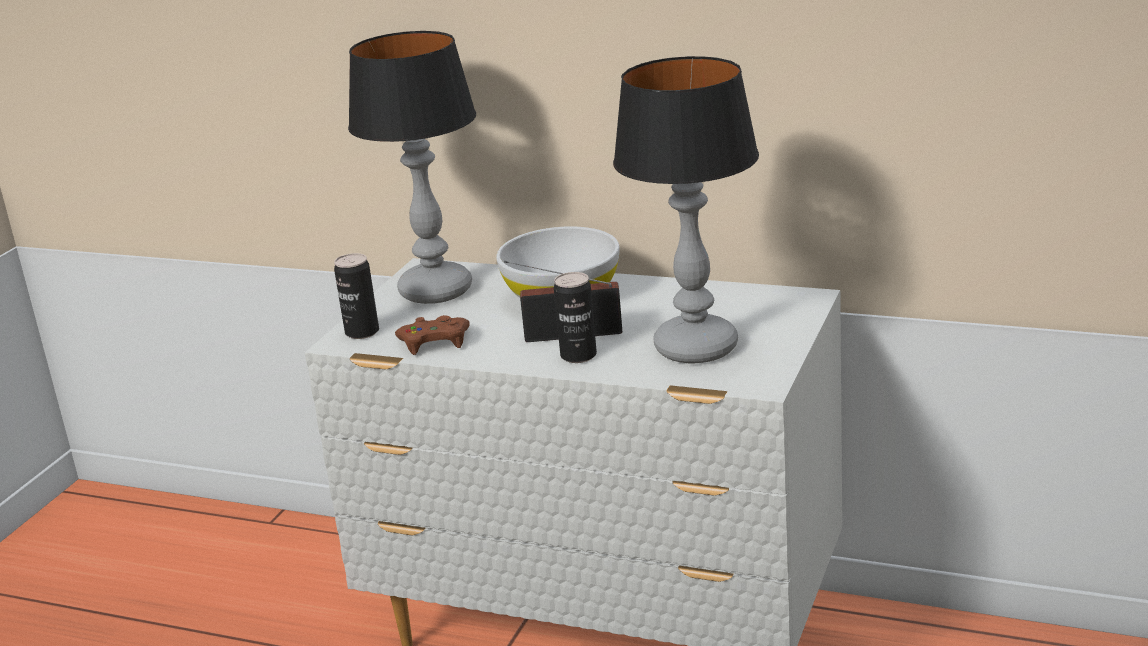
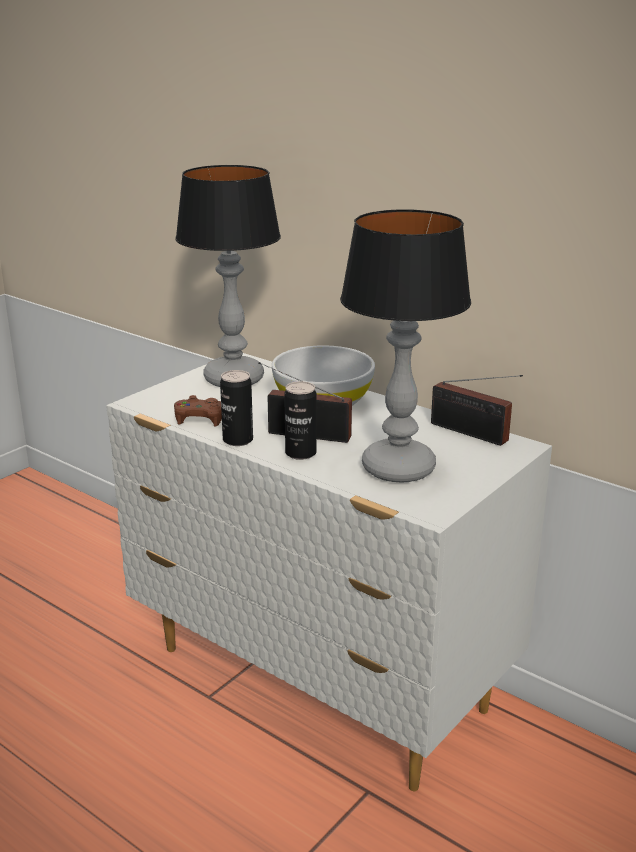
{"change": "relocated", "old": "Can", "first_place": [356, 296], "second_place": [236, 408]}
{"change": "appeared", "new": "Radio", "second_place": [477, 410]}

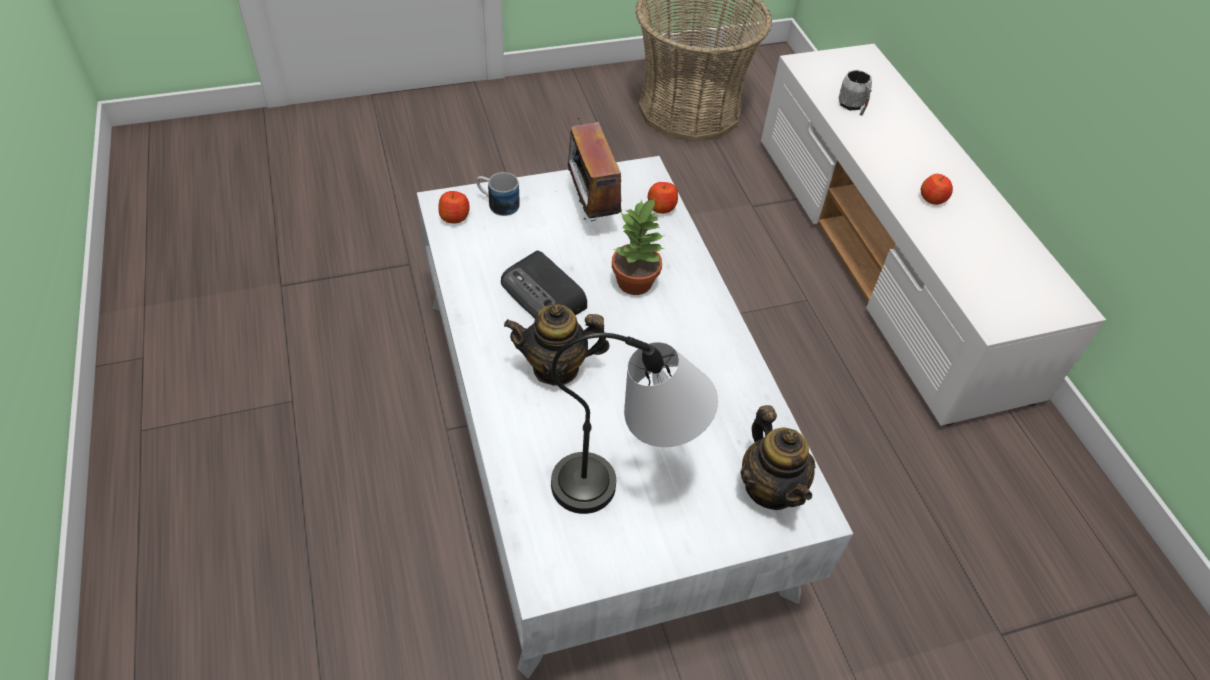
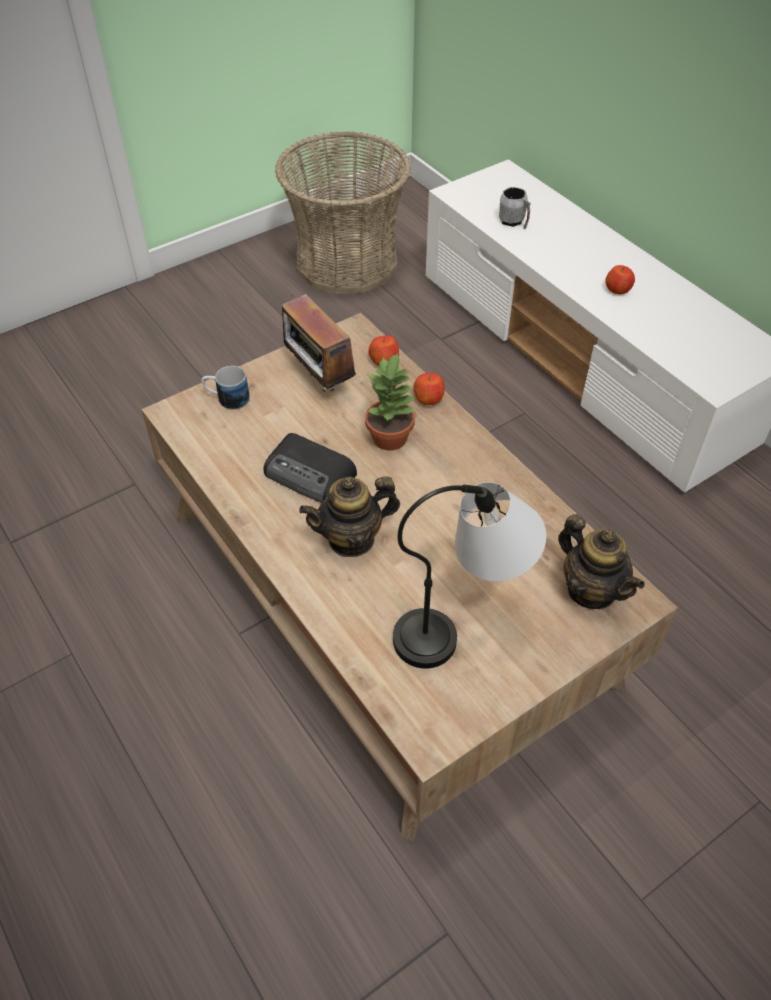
{"change": "colour", "old": "WhiteCoffeeTable", "new": "BrownCoffeeTable", "first_place": [635, 417], "second_place": [409, 577]}
{"change": "relocated", "old": "Apple", "first_place": [453, 207], "second_place": [429, 389]}

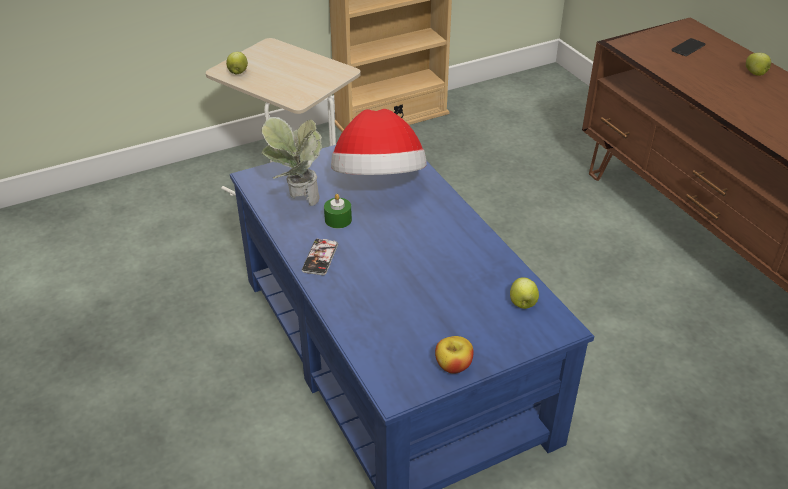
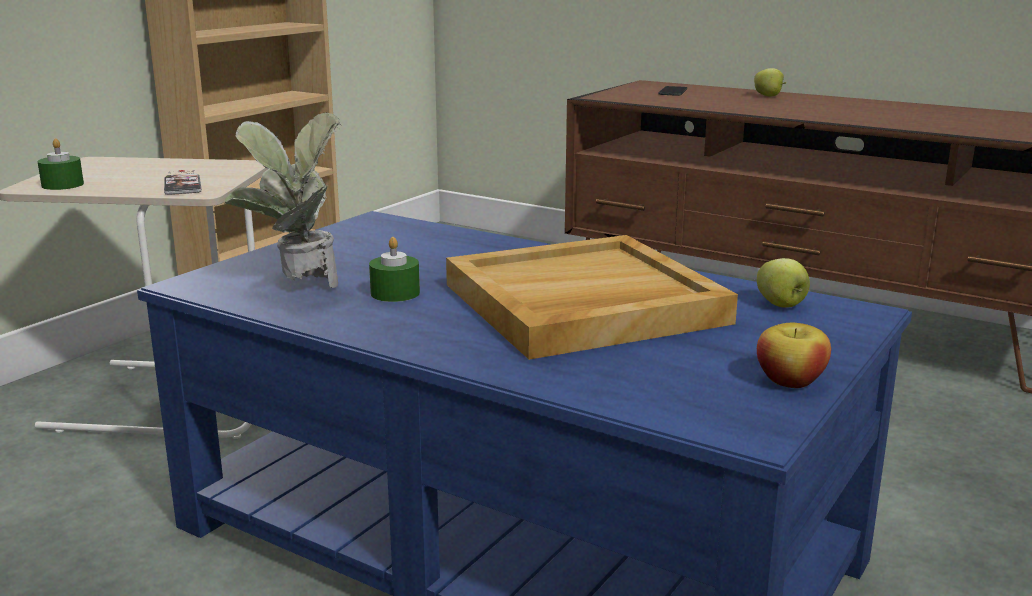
{"change": "exchanged", "old": "Apple", "new": "GreenCandle", "first_place": [237, 63], "second_place": [60, 164]}
{"change": "relocated", "old": "Phone", "first_place": [320, 256], "second_place": [183, 182]}
{"change": "missing", "old": "Hat", "first_place": [378, 142]}
{"change": "appeared", "new": "BeigeTray", "second_place": [592, 297]}

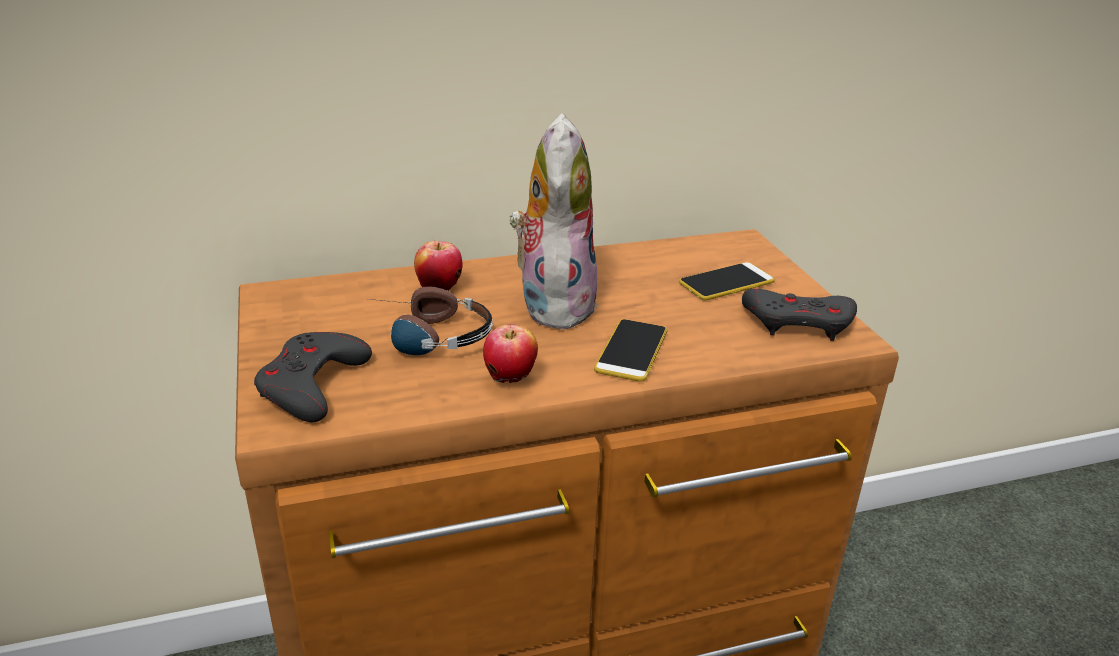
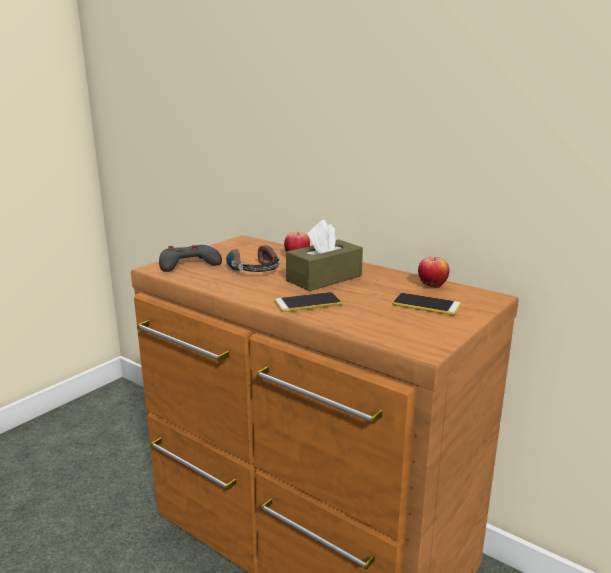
{"change": "relocated", "old": "Apple", "first_place": [510, 353], "second_place": [433, 272]}
{"change": "exchanged", "old": "PlushToy", "new": "BrownTissueBox", "first_place": [553, 221], "second_place": [324, 255]}
{"change": "missing", "old": "GreyGameController", "first_place": [799, 315]}

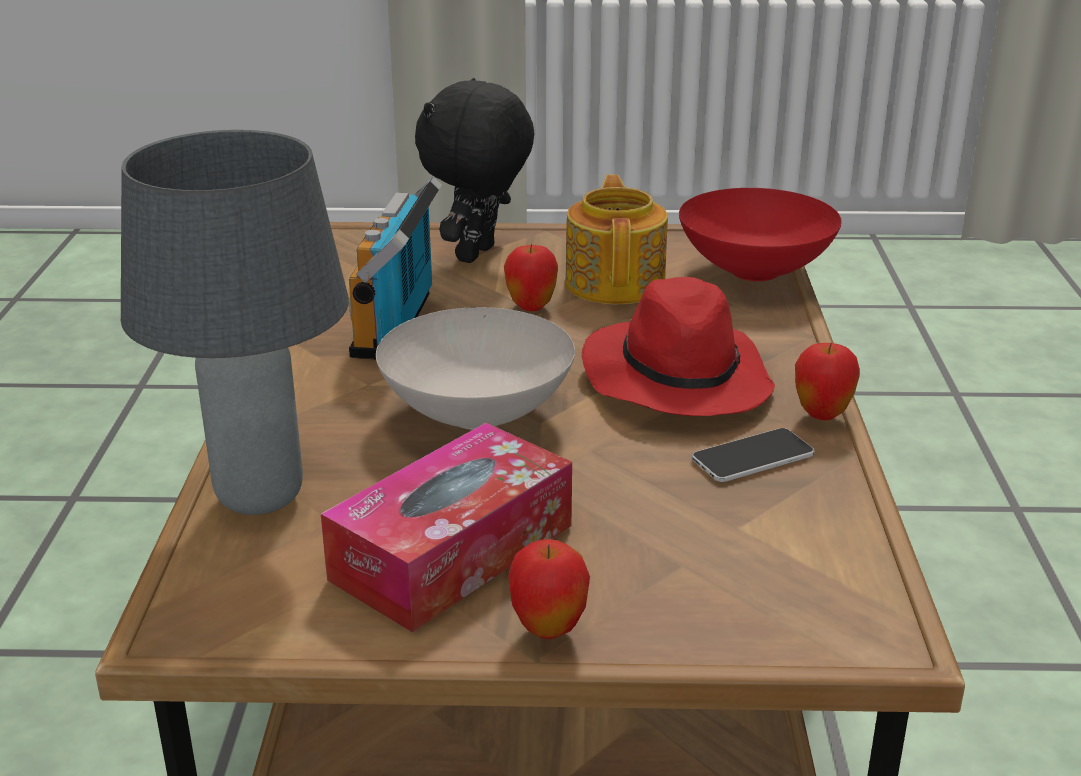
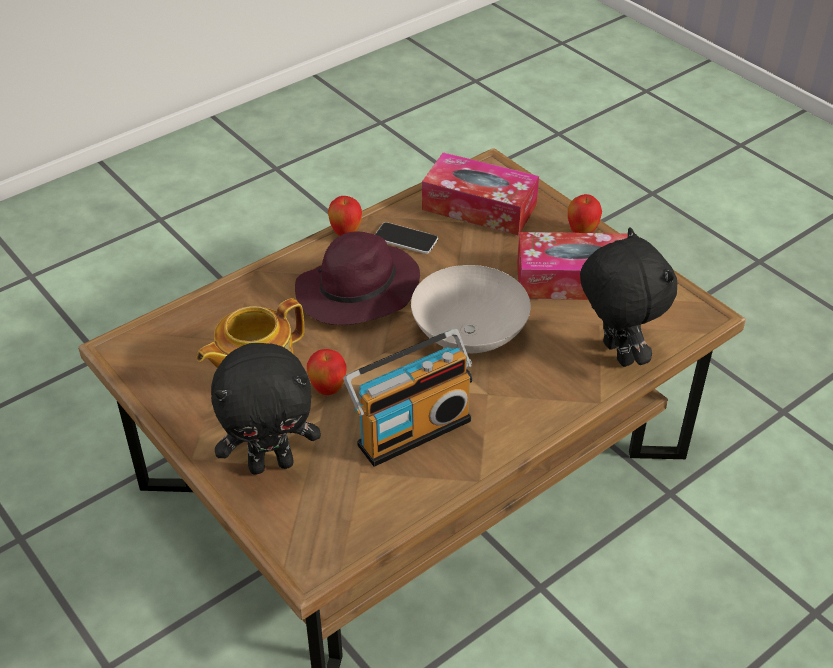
{"change": "exchanged", "old": "GreyTableLamp", "new": "BlackPlushToy", "first_place": [235, 322], "second_place": [628, 297]}
{"change": "colour", "old": "RedHat", "new": "PurpleHat", "first_place": [678, 346], "second_place": [357, 278]}
{"change": "missing", "old": "RedBowl", "first_place": [760, 234]}
{"change": "appeared", "new": "TissueBox", "second_place": [480, 194]}

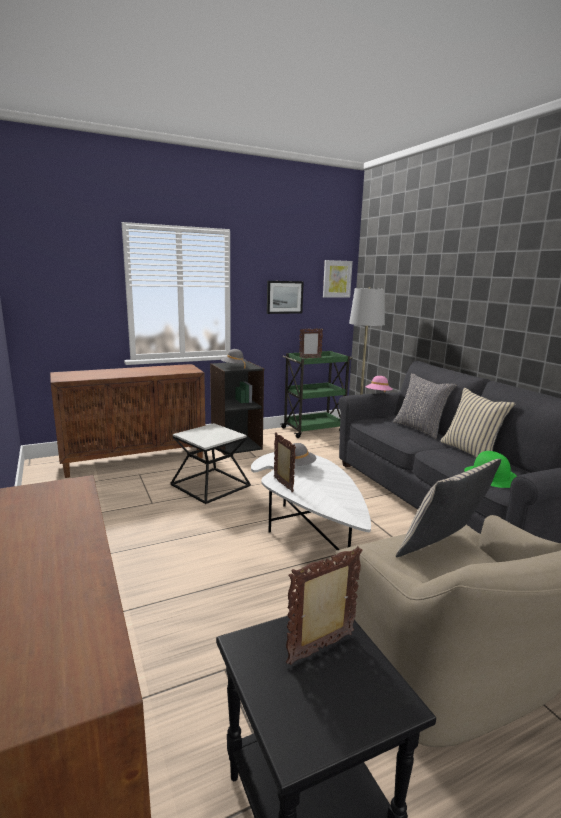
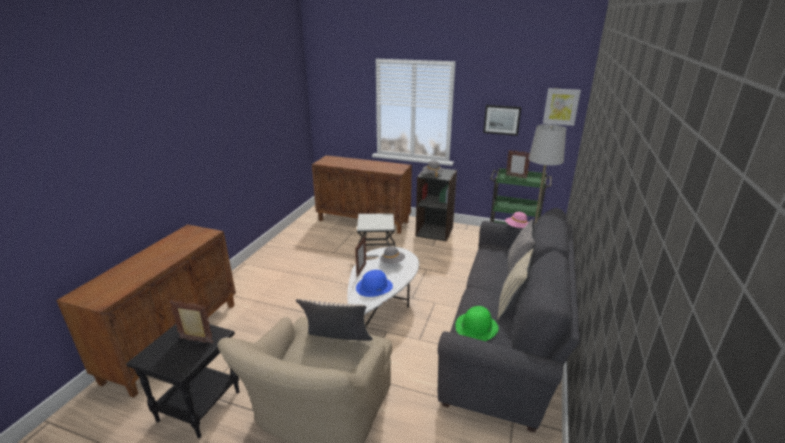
{"change": "appeared", "new": "BlueHat", "second_place": [374, 283]}

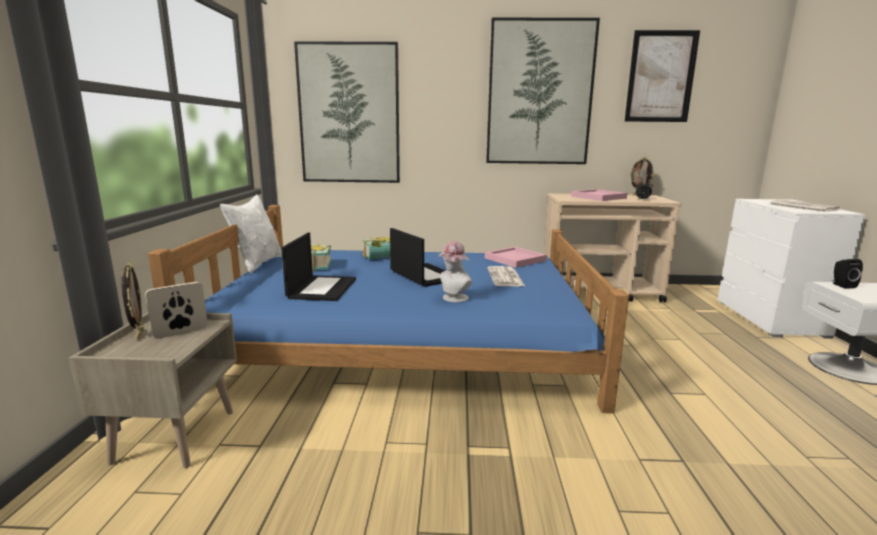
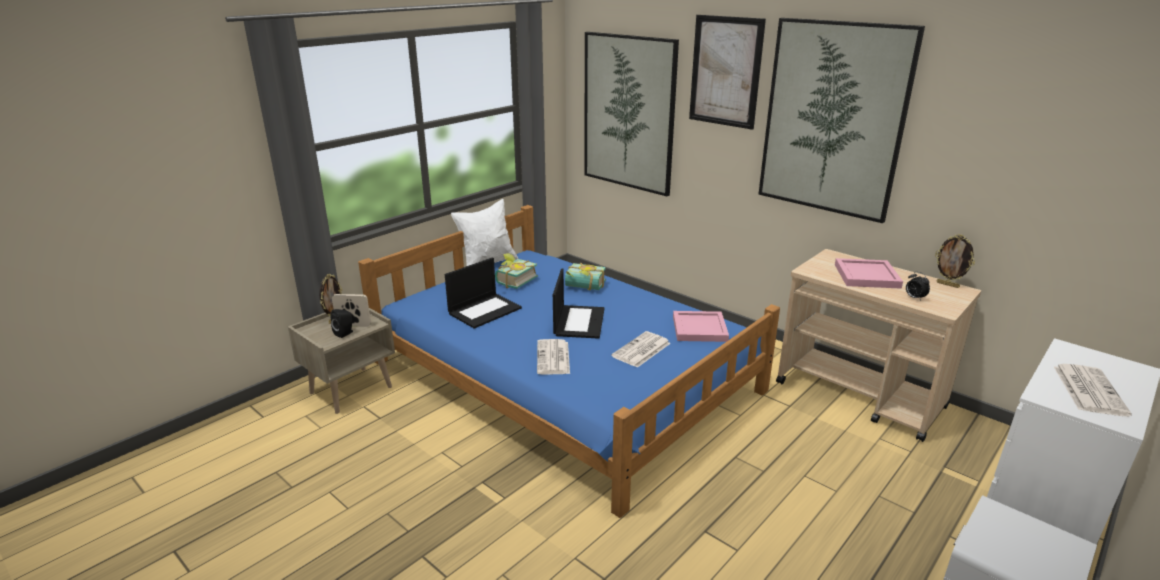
{"change": "exchanged", "old": "Hat", "new": "Newspaper", "first_place": [455, 271], "second_place": [553, 357]}
{"change": "relocated", "old": "Picture", "first_place": [662, 76], "second_place": [727, 72]}
{"change": "relocated", "old": "BlackSpeaker", "first_place": [847, 273], "second_place": [341, 323]}

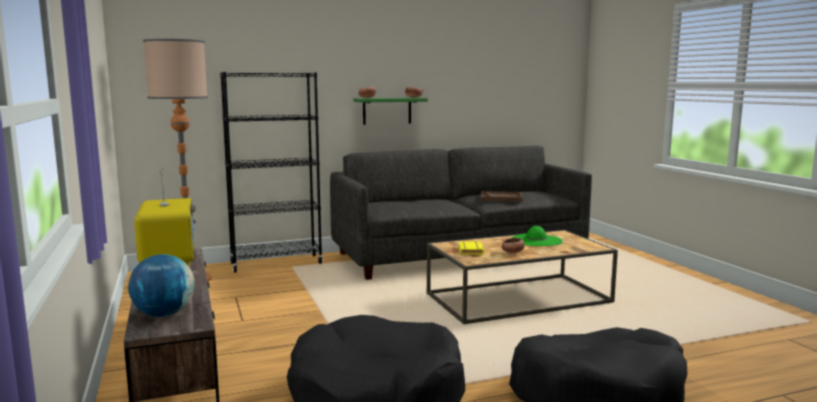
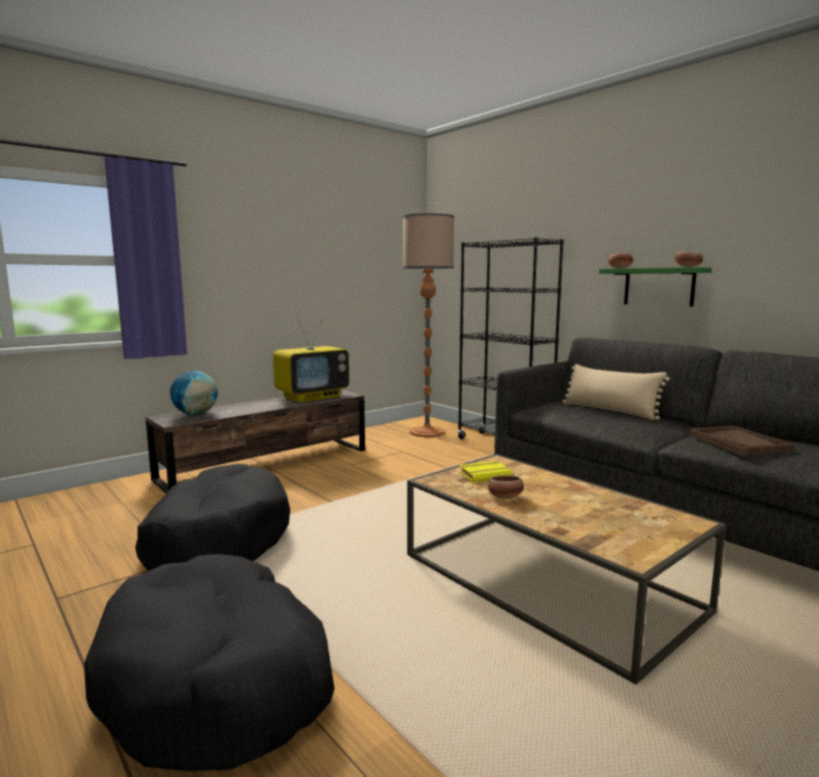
{"change": "missing", "old": "GreenHat", "first_place": [537, 236]}
{"change": "appeared", "new": "BeigePillow", "second_place": [616, 392]}

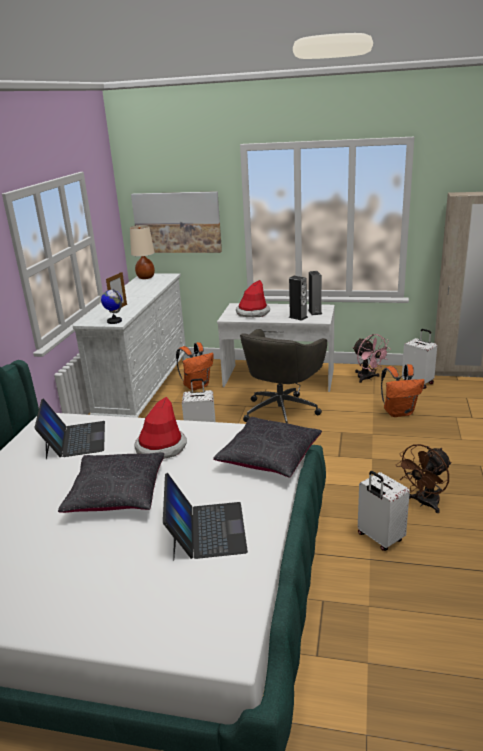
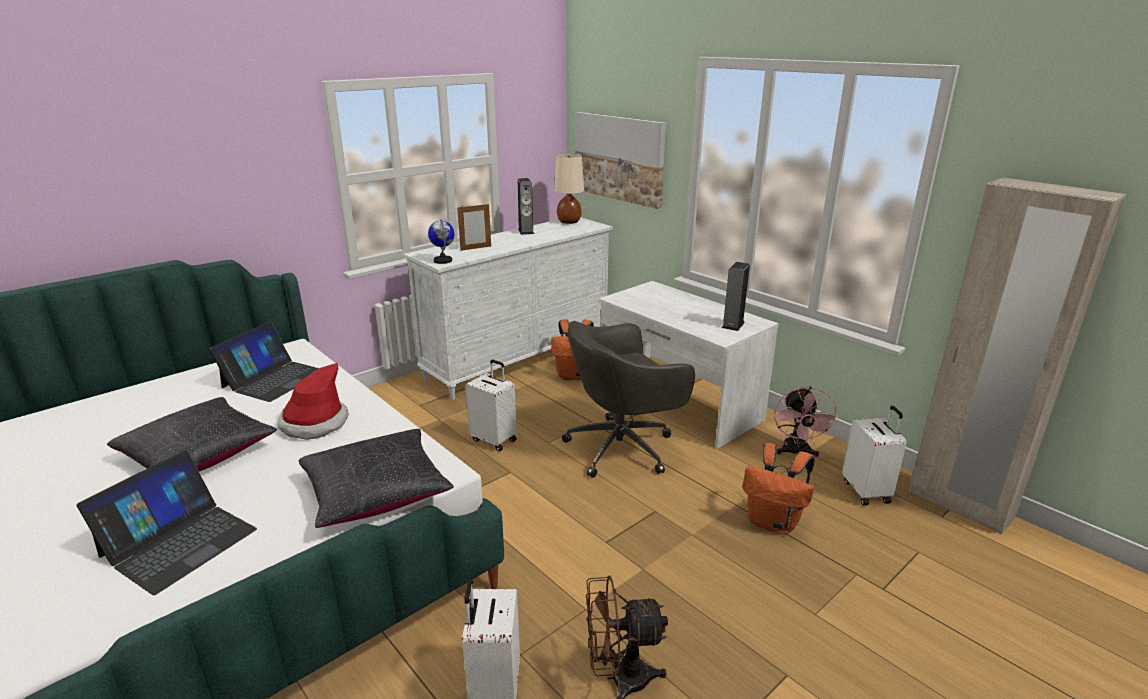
{"change": "missing", "old": "Hat", "first_place": [253, 298]}
{"change": "relocated", "old": "Speaker", "first_place": [298, 298], "second_place": [525, 206]}

